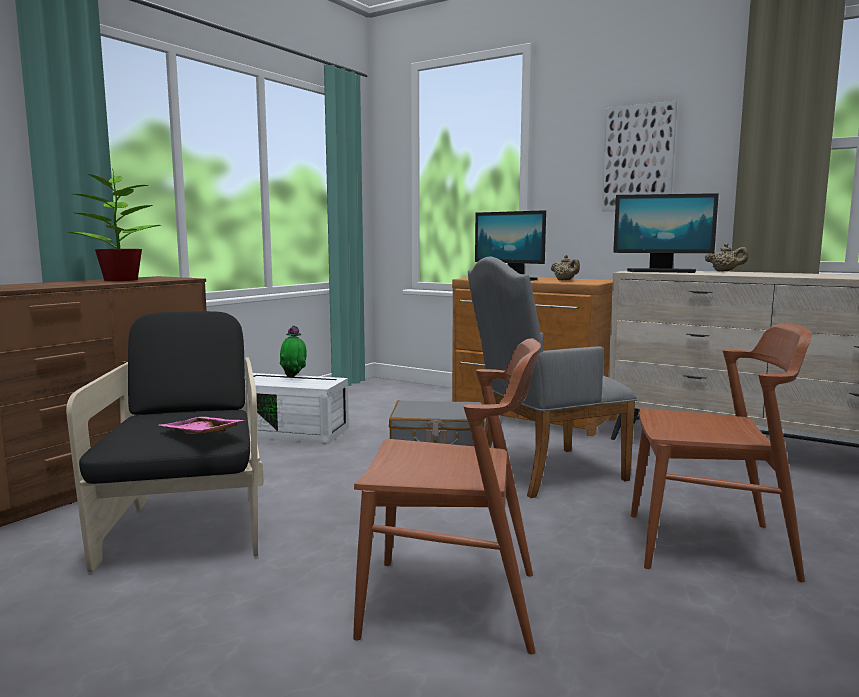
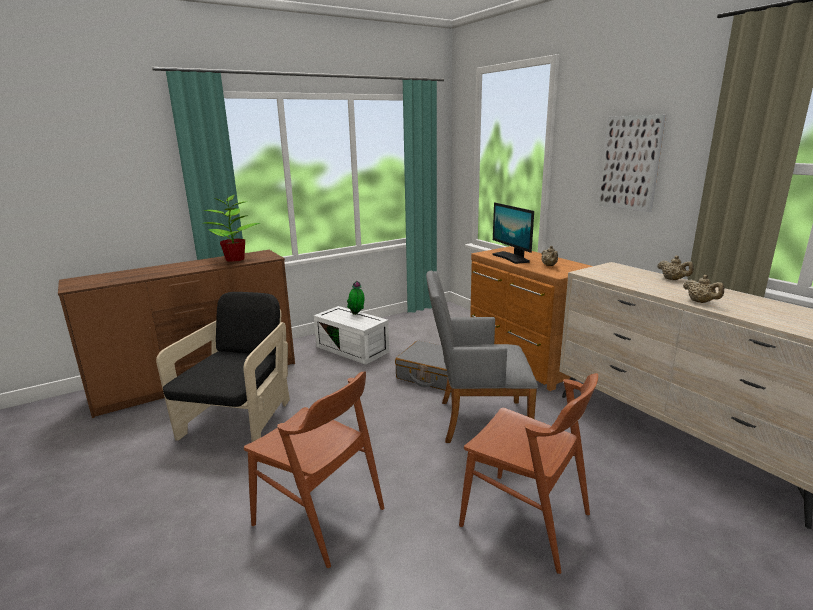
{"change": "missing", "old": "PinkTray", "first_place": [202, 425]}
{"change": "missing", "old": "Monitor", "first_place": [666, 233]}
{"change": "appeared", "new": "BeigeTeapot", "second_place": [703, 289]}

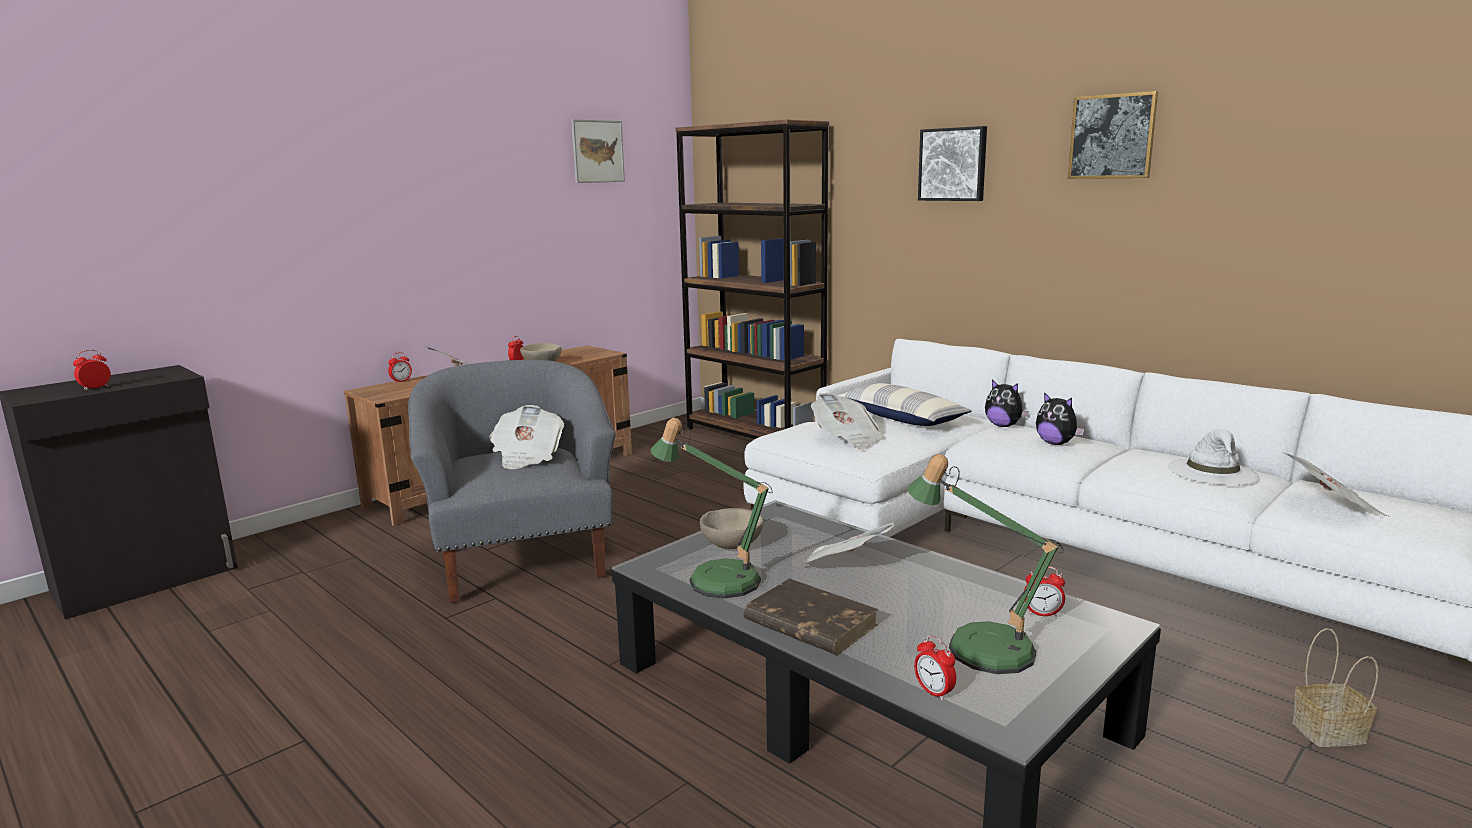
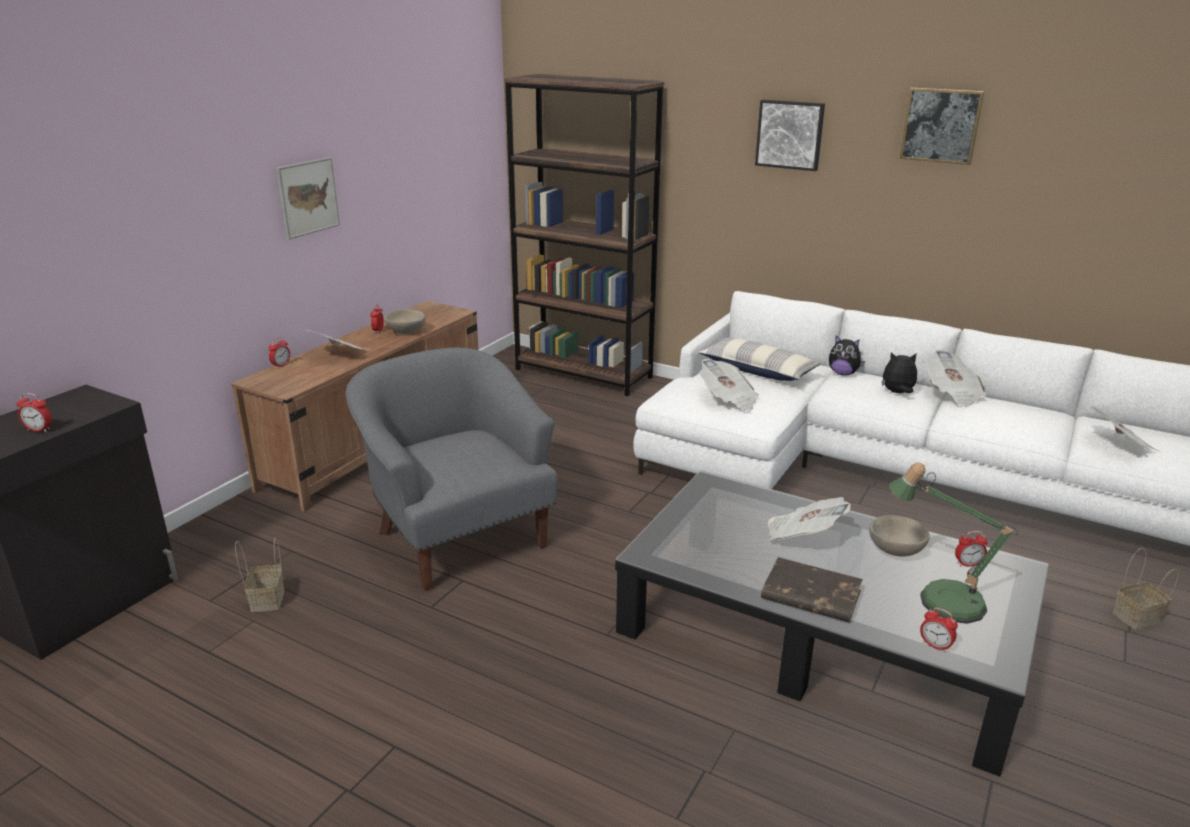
{"change": "spun", "old": "AlarmClock", "first_place": [92, 370], "second_place": [34, 412], "degrees": -105}
{"change": "relocated", "old": "Newspaper", "first_place": [526, 437], "second_place": [956, 378]}
{"change": "relocated", "old": "Picture", "first_place": [598, 151], "second_place": [308, 198]}
{"change": "missing", "old": "TableLamp", "first_place": [711, 508]}
{"change": "relocated", "old": "BeigeBowl", "first_place": [731, 528], "second_place": [899, 536]}
{"change": "spun", "old": "PlushToy", "first_place": [1060, 418], "second_place": [899, 372], "degrees": 150}
{"change": "missing", "old": "WhiteHat", "first_place": [1213, 457]}
{"change": "appeared", "new": "Basket", "second_place": [259, 575]}

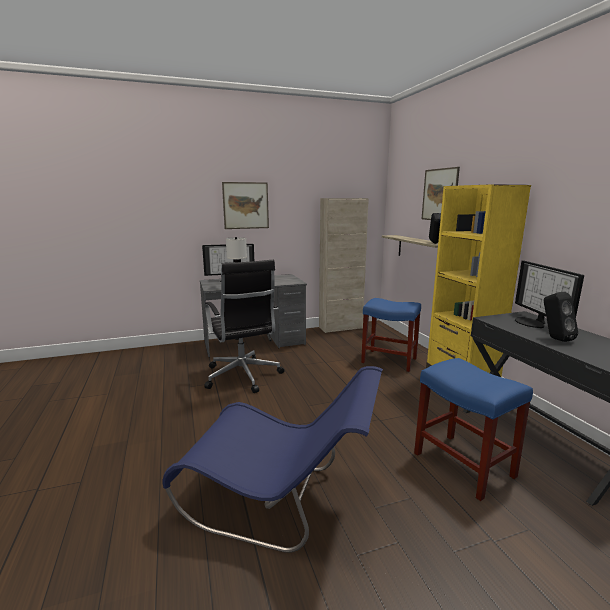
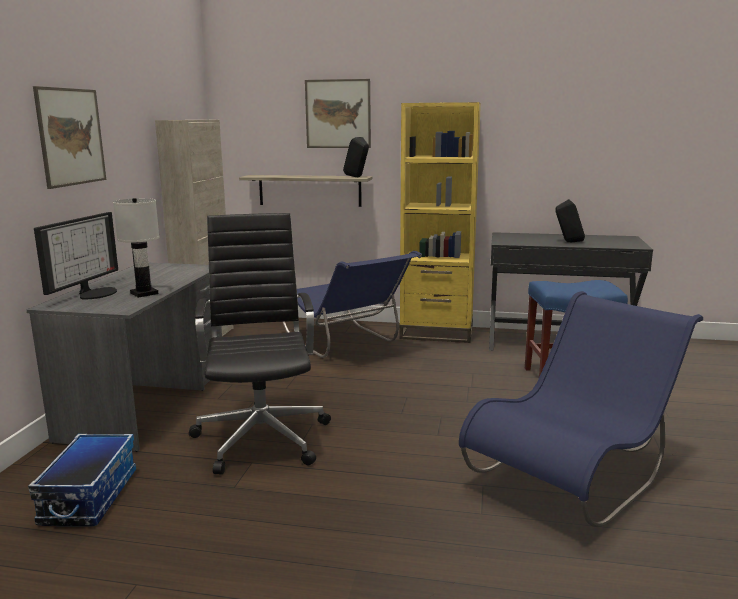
{"change": "spun", "old": "BlackOfficeChair", "first_place": [244, 326], "second_place": [260, 343], "degrees": -105}
{"change": "exchanged", "old": "BlueStool", "new": "BlueChair", "first_place": [391, 335], "second_place": [352, 304]}
{"change": "missing", "old": "Monitor", "first_place": [549, 294]}
{"change": "appeared", "new": "StorageBox", "second_place": [82, 480]}

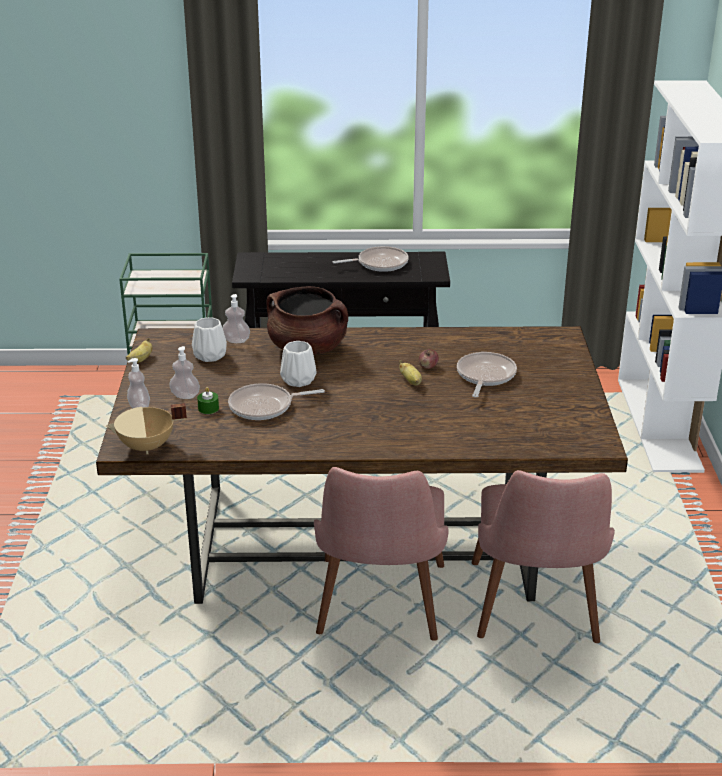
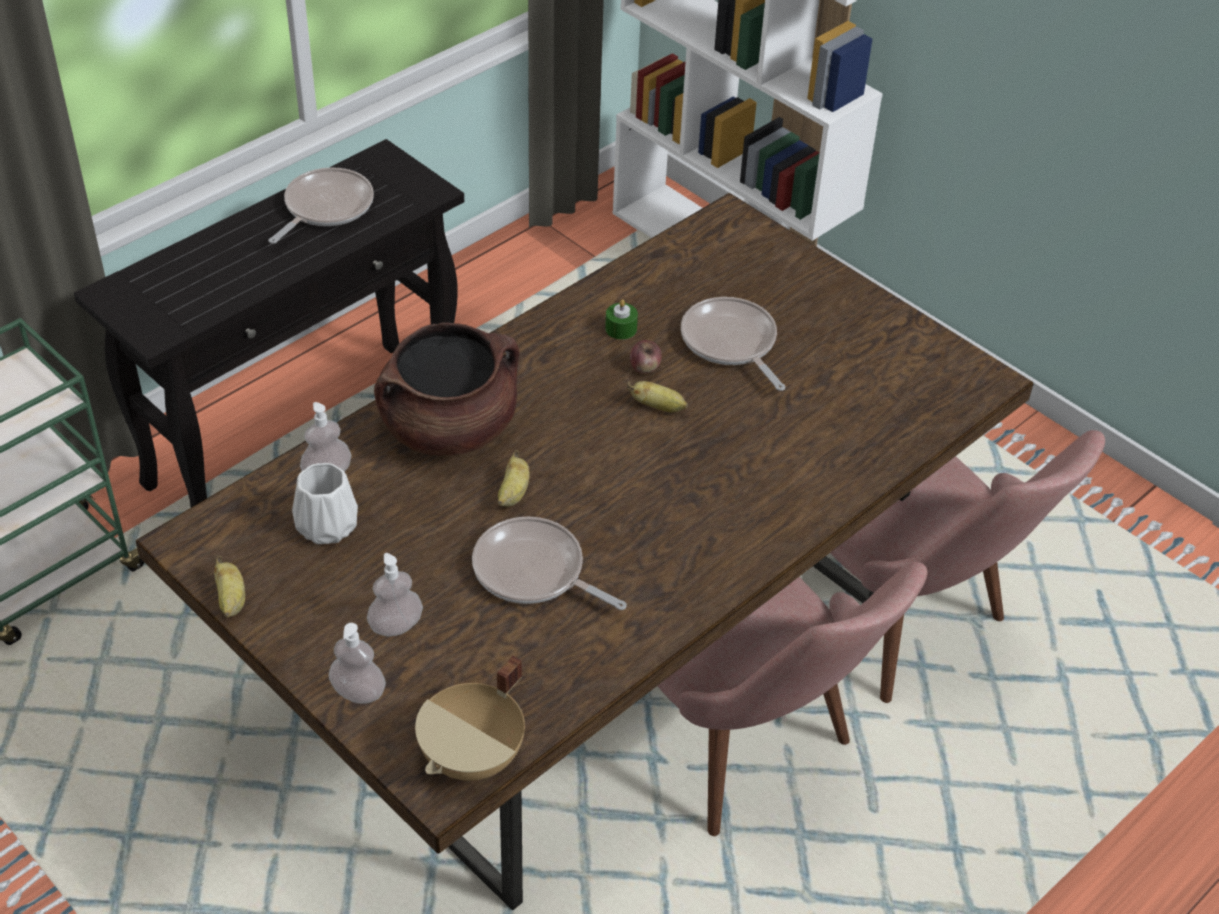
{"change": "relocated", "old": "GreenCandle", "first_place": [208, 400], "second_place": [621, 320]}
{"change": "spun", "old": "FryingPan", "first_place": [276, 401], "second_place": [549, 563], "degrees": 90}
{"change": "exchanged", "old": "WhiteVase", "new": "Banana", "first_place": [298, 364], "second_place": [513, 478]}

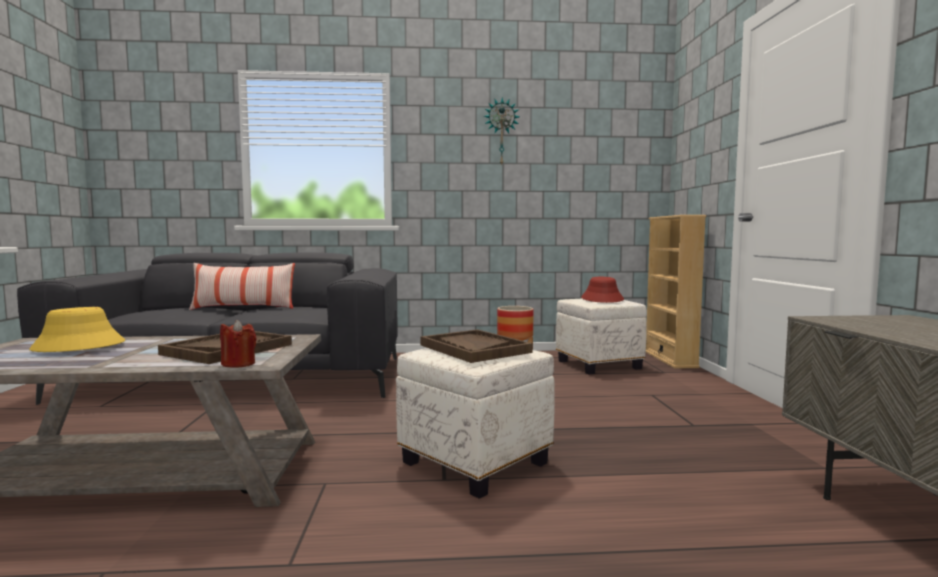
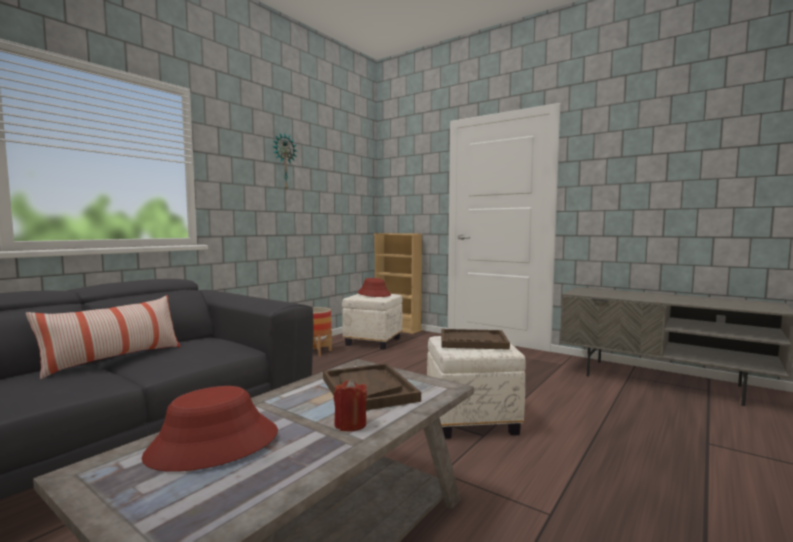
{"change": "colour", "old": "YellowHat", "new": "RedHat", "first_place": [77, 329], "second_place": [209, 429]}
{"change": "relocated", "old": "RedCandle", "first_place": [238, 344], "second_place": [350, 405]}

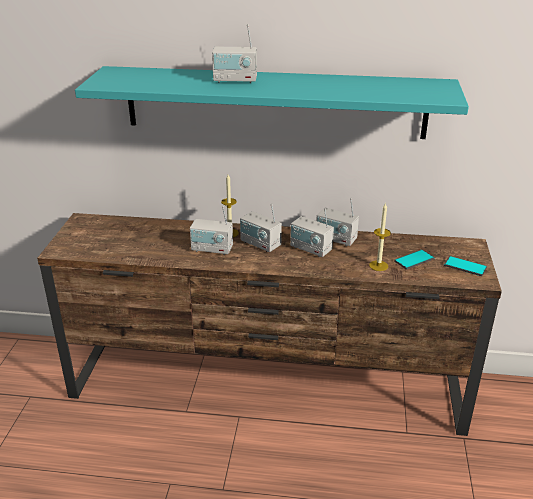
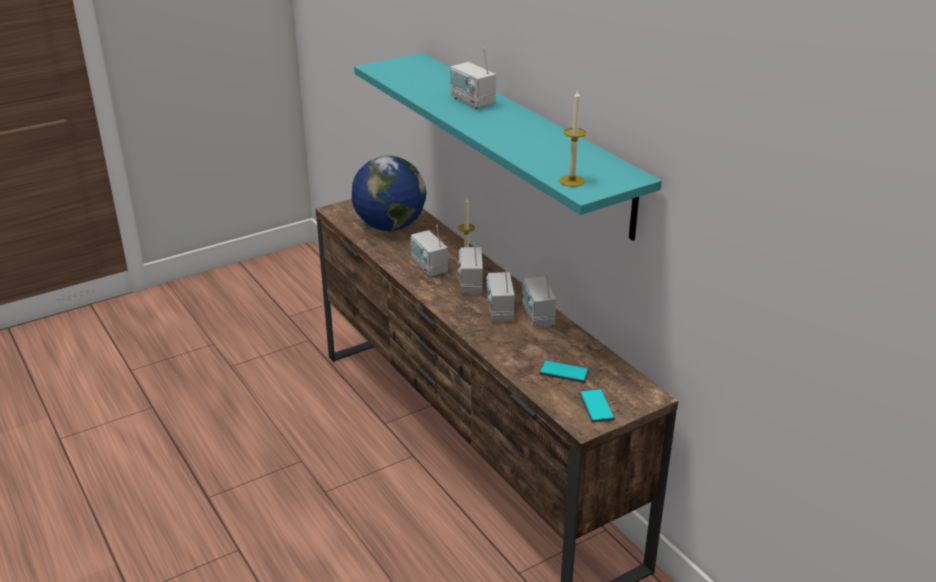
{"change": "relocated", "old": "Candle", "first_place": [380, 236], "second_place": [572, 138]}
{"change": "appeared", "new": "Globe", "second_place": [389, 193]}

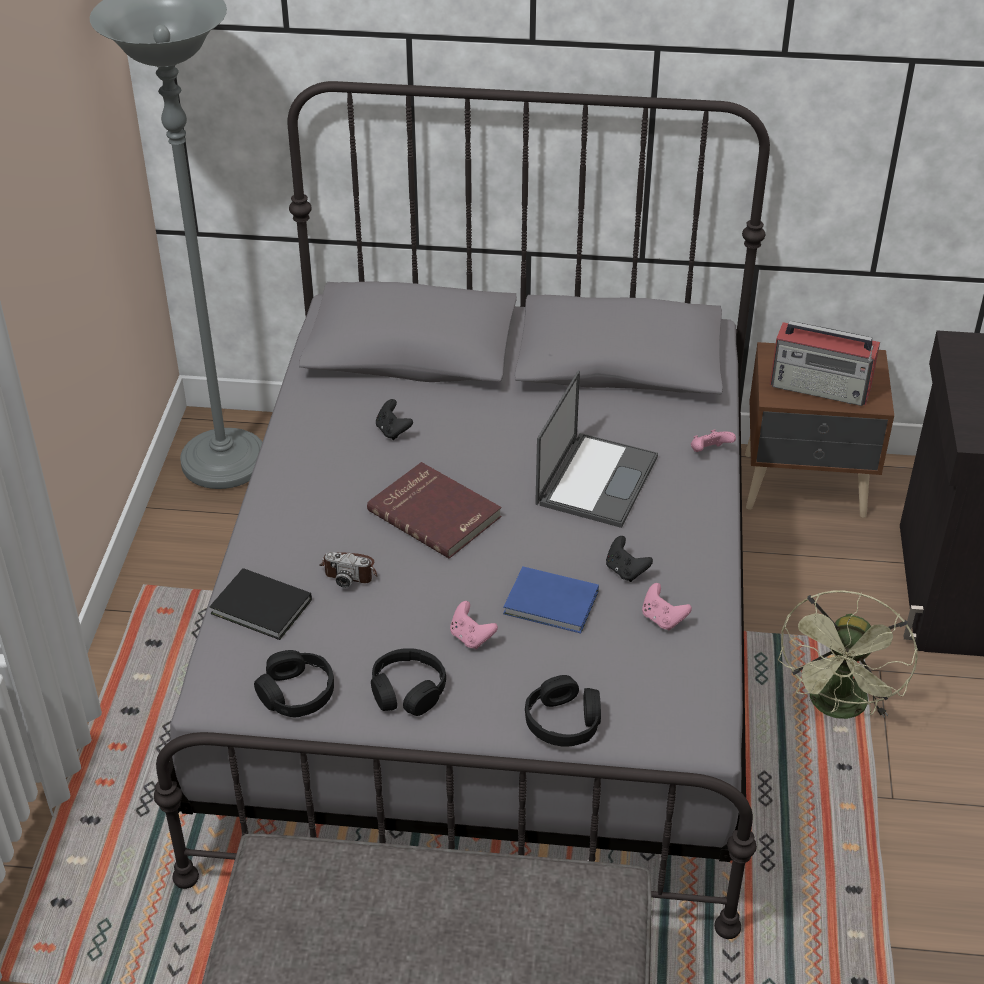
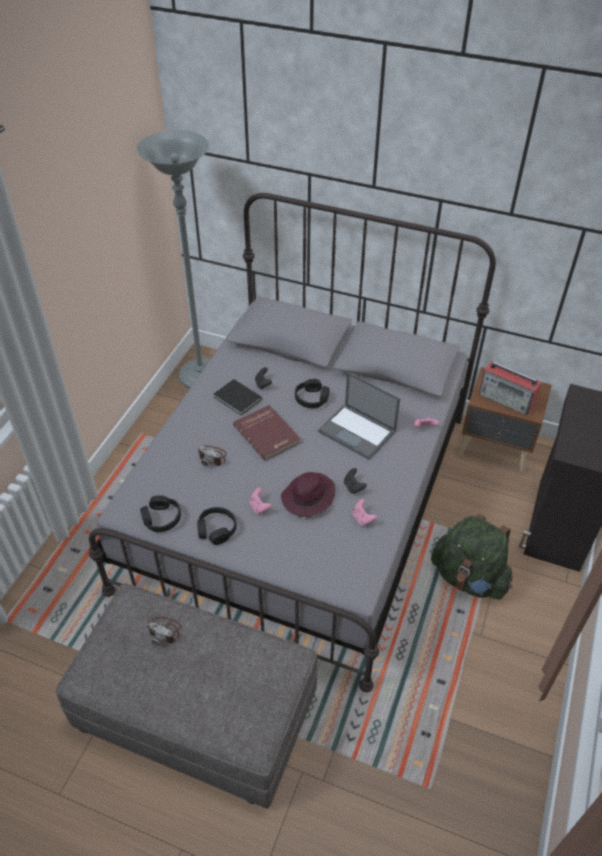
{"change": "relocated", "old": "BlackBook", "first_place": [260, 604], "second_place": [237, 397]}
{"change": "exchanged", "old": "BlueBook", "new": "PurpleHat", "first_place": [551, 599], "second_place": [308, 494]}
{"change": "relocated", "old": "BlackHeadphones", "first_place": [563, 711], "second_place": [312, 393]}
{"change": "spun", "old": "Laptop", "first_place": [596, 449], "second_place": [359, 416], "degrees": 90}
{"change": "exchanged", "old": "GreenFan", "new": "GreenBackpack", "first_place": [848, 654], "second_place": [472, 557]}
{"change": "appeared", "new": "PhotoCamera", "second_place": [164, 631]}

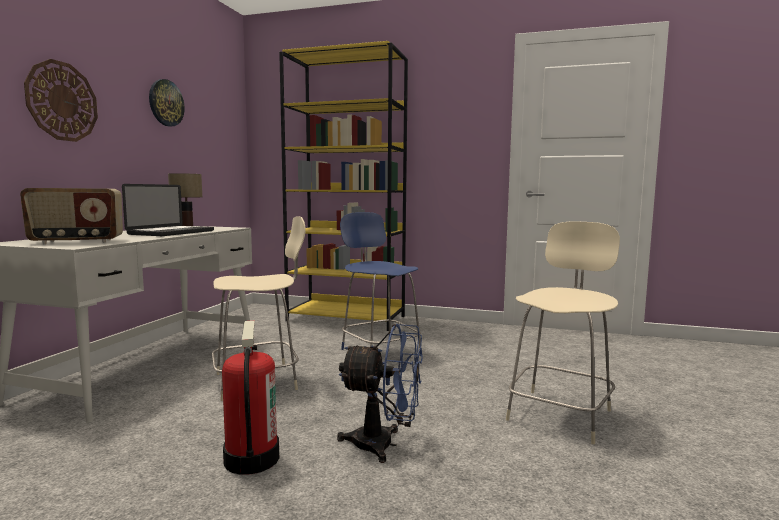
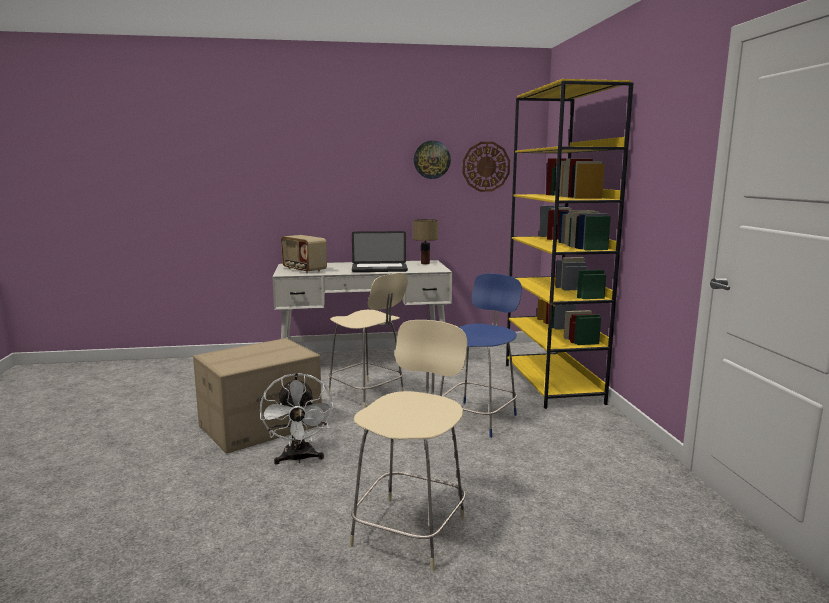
{"change": "relocated", "old": "WallClock", "first_place": [61, 100], "second_place": [486, 167]}
{"change": "exchanged", "old": "FireExtinguisher", "new": "CardboardBox", "first_place": [250, 398], "second_place": [257, 396]}
{"change": "colour", "old": "BlueFan", "new": "WhiteFan", "first_place": [380, 393], "second_place": [296, 419]}
{"change": "spun", "old": "BeigeChair", "first_place": [563, 332], "second_place": [408, 445], "degrees": -75}

